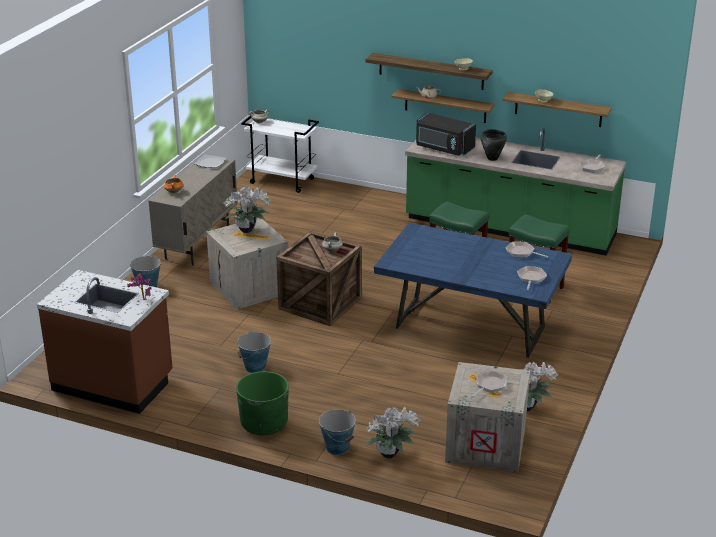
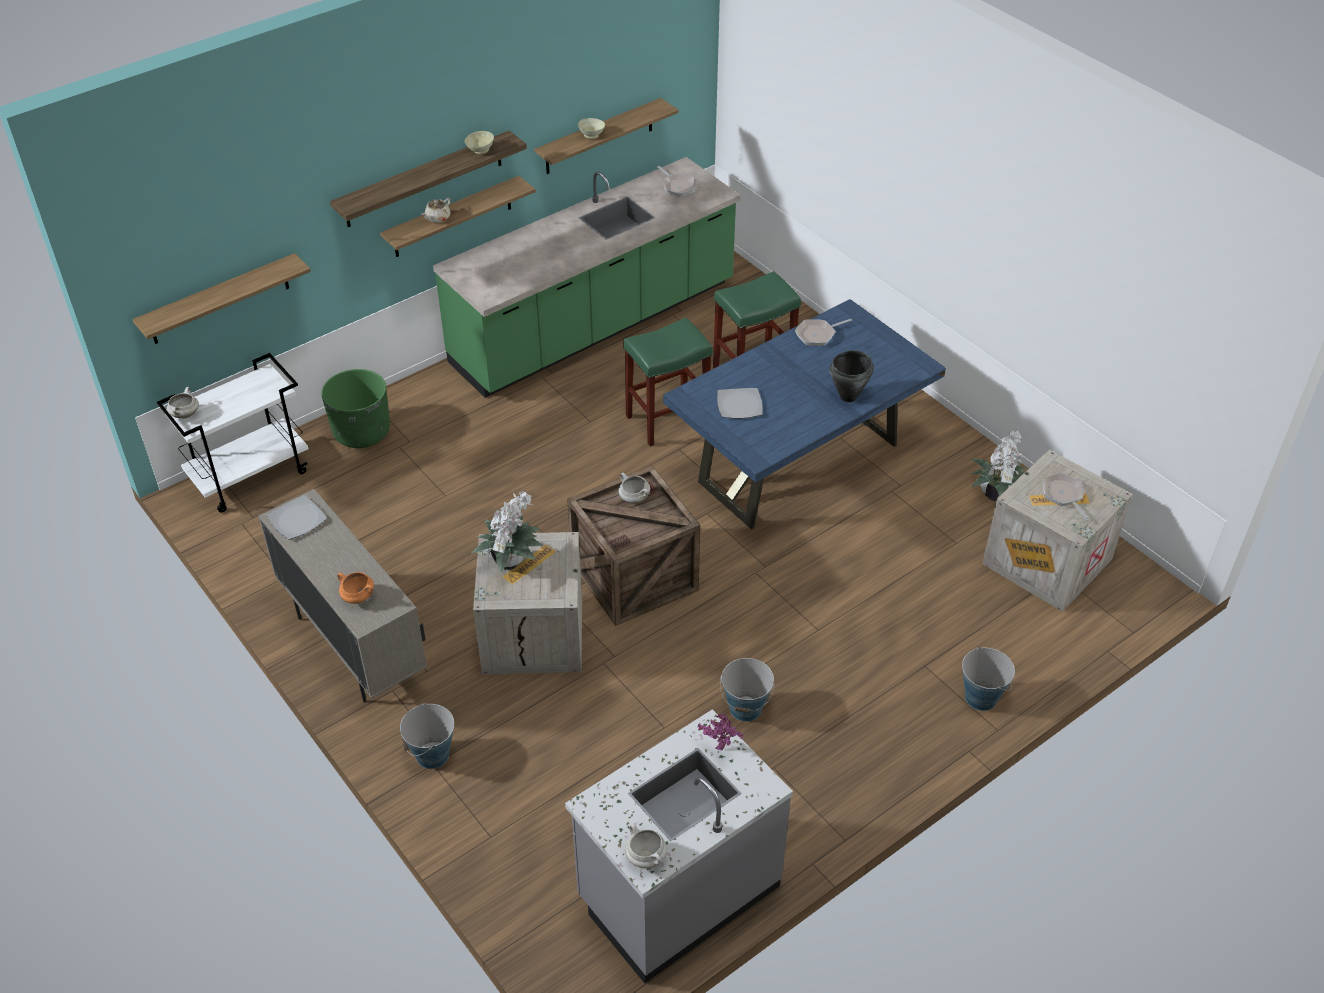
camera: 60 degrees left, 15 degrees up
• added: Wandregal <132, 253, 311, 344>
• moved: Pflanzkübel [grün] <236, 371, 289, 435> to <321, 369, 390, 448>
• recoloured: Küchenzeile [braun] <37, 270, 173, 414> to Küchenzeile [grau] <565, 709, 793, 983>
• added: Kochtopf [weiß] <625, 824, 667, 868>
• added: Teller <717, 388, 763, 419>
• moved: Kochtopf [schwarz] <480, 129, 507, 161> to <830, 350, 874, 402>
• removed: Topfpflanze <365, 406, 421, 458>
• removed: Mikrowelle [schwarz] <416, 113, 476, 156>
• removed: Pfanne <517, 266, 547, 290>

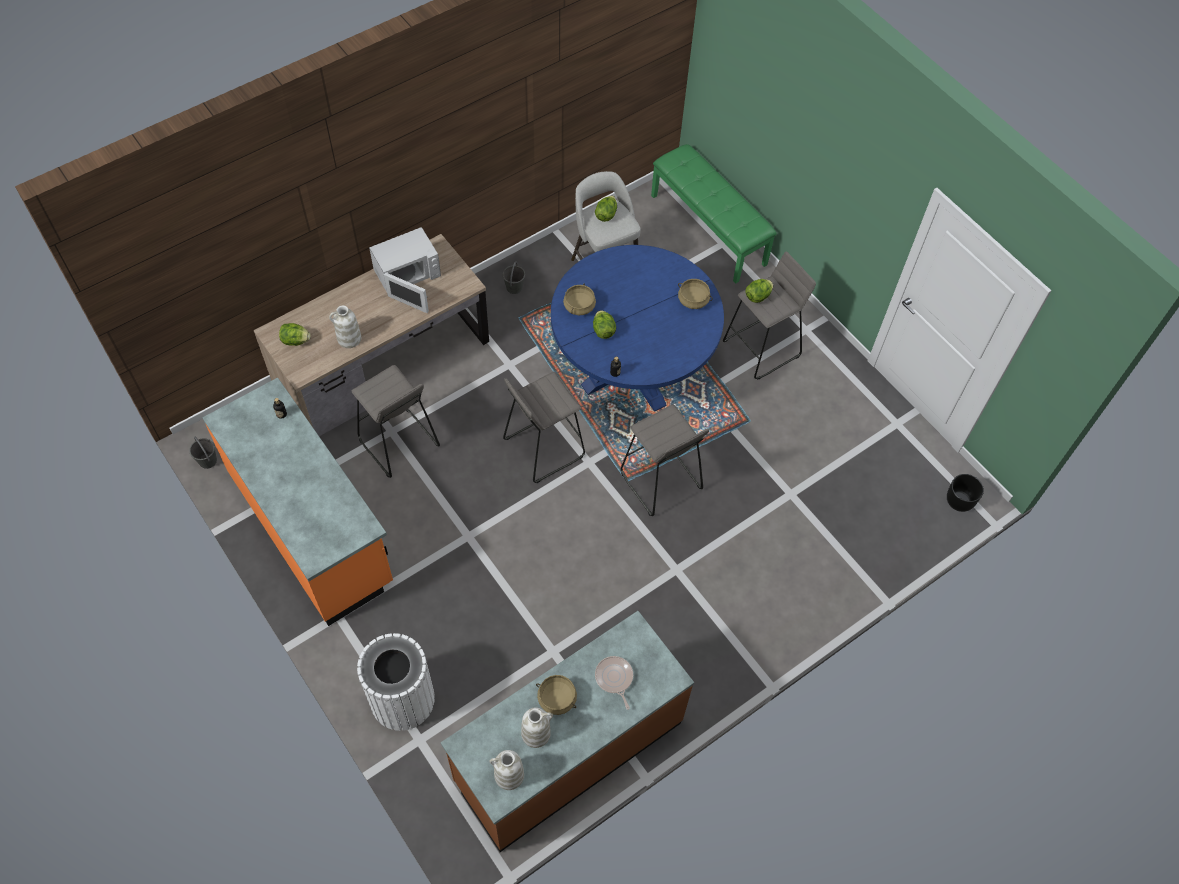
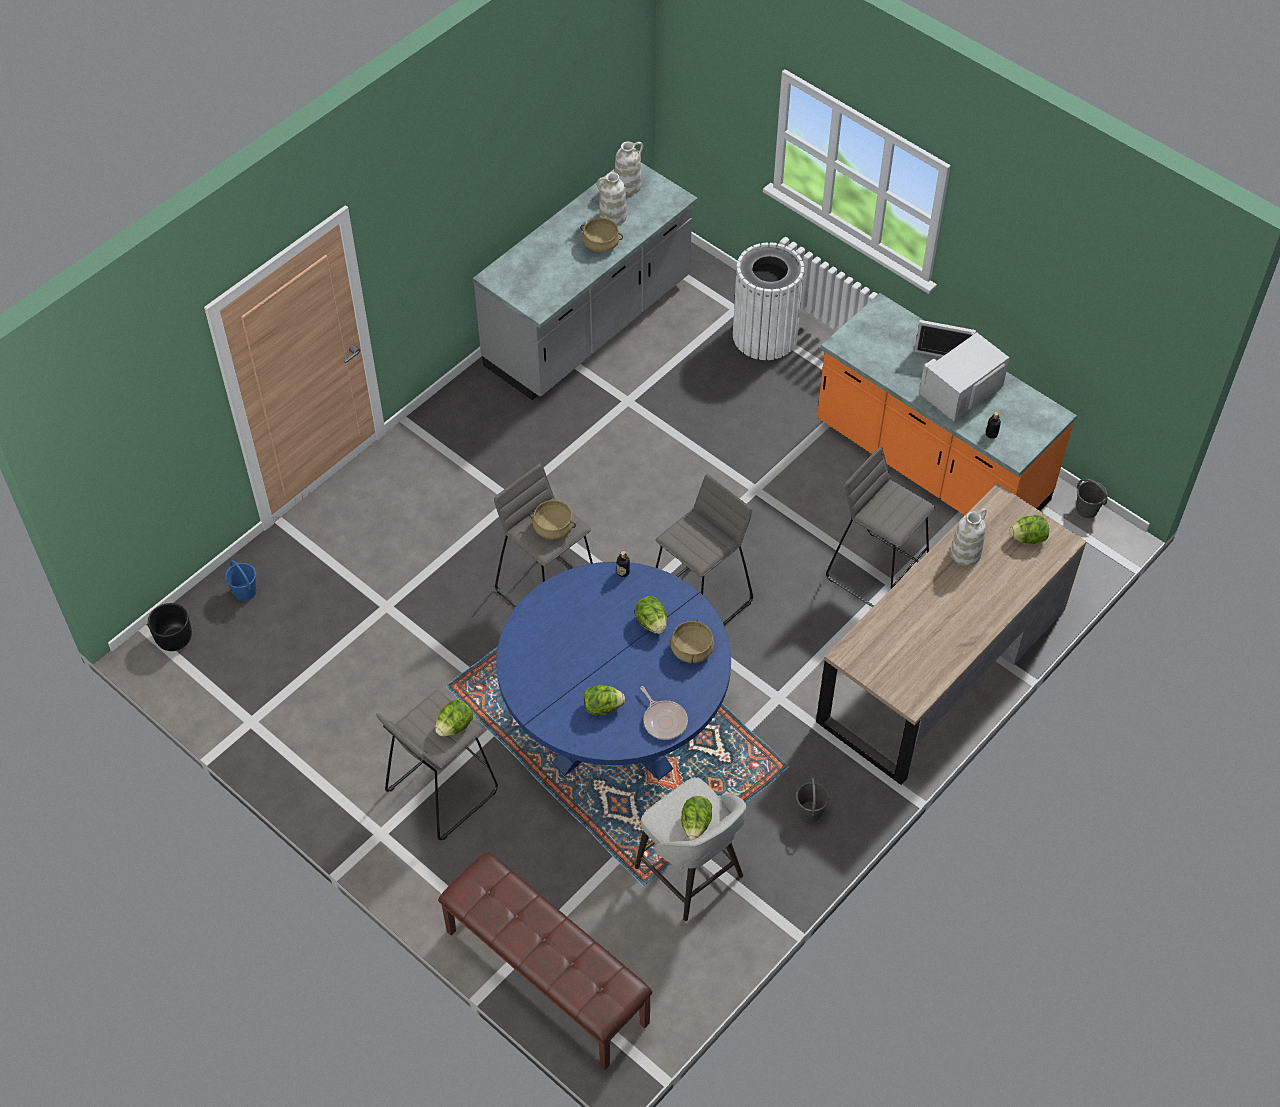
camera: 170 degrees right, 5 degrees down
• added: Eimer [blau] <225, 560, 256, 601>
• recoloured: Bank [grün] <651, 144, 777, 284> to Bank [braun] <438, 852, 652, 1070>
• recoloured: Küchenzeile [braun] <441, 611, 694, 852> to Küchenzeile [grau] <473, 163, 697, 400>
• moved: Kochtopf [beige] <678, 279, 713, 309> to <529, 500, 576, 539>
• added: Salatkopf <584, 685, 625, 715>
• moved: Pfanne <595, 656, 633, 710> to <640, 686, 688, 740>
• moved: Mikrowelle [weiß] <369, 227, 441, 313> to <914, 320, 1010, 422>

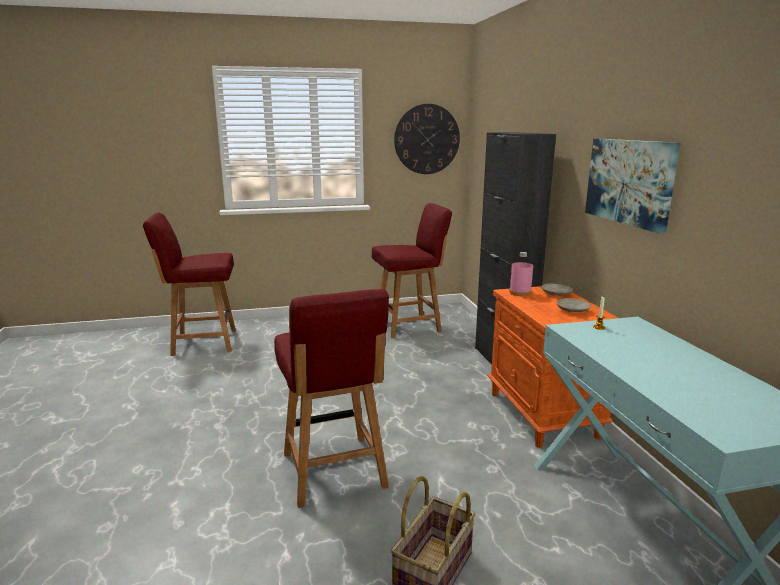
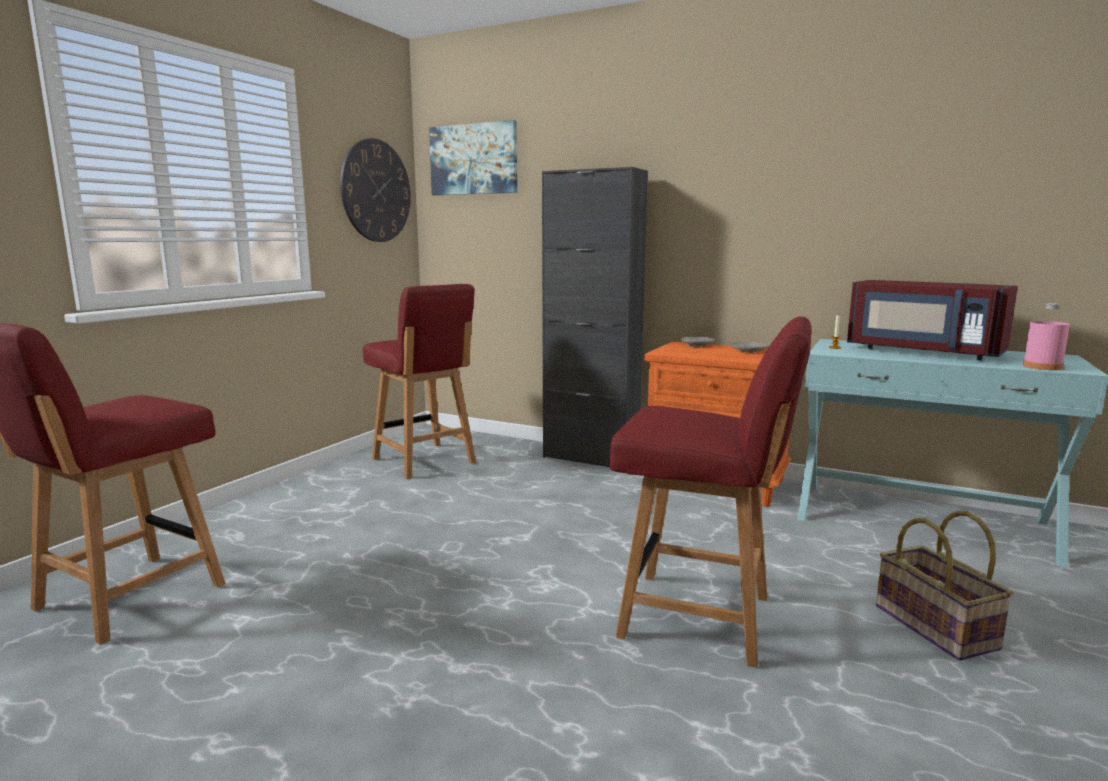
camera: 50 degrees left, 5 degrees down
• turned: Stuhl [rot] <372, 203, 452, 339> = <363, 284, 476, 479> 120 degrees clockwise
• moved: Bild <585, 139, 680, 234> to <429, 120, 517, 195>
• added: Mikrowelle [rot] <847, 280, 1018, 360>
• moved: Flasche [rosa] <509, 252, 533, 296> to <1023, 303, 1070, 370>

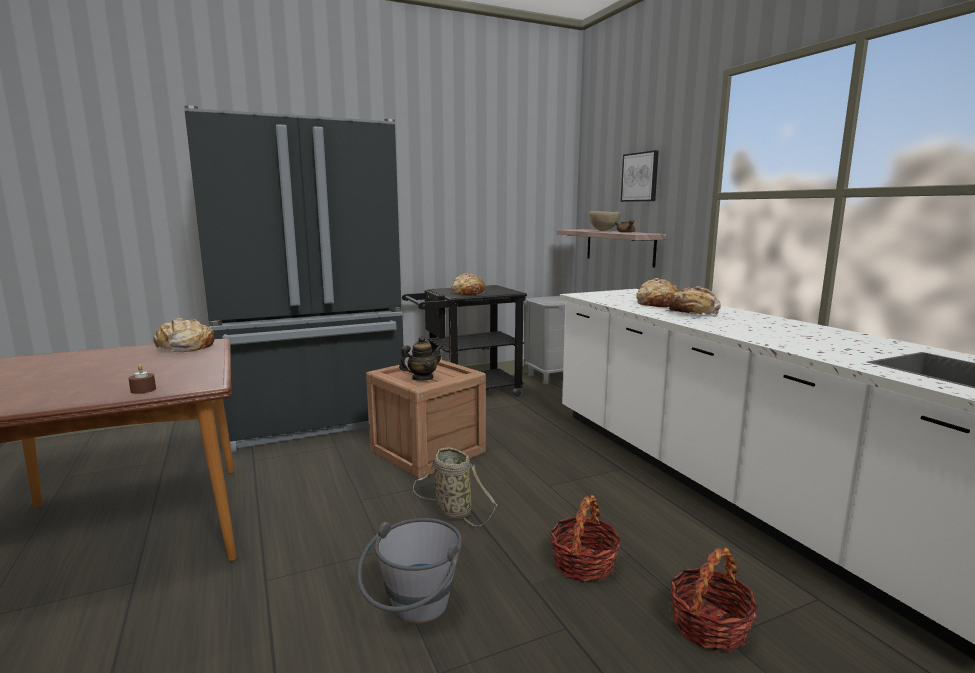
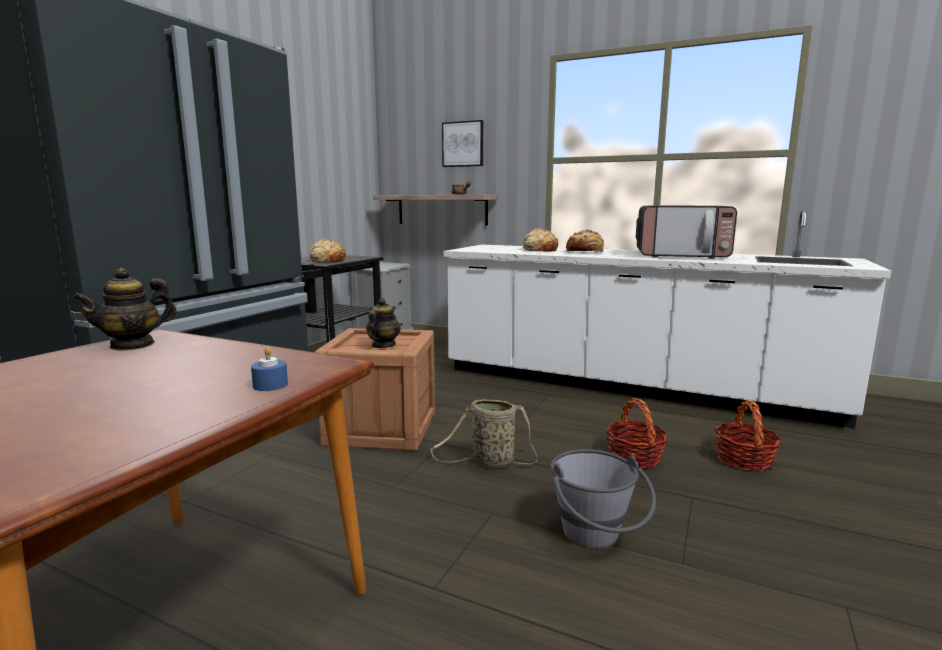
camera: 40 degrees left, 0 degrees up
• replaced: Brot <153, 318, 214, 352> to Teekanne <73, 267, 177, 351>
• recoloured: Kerze [braun] <128, 365, 156, 394> to Kerze [blau] <251, 347, 288, 391>
• added: Mikrowelle <636, 206, 737, 259>
• removed: Schüssel [braun] <588, 211, 620, 231>

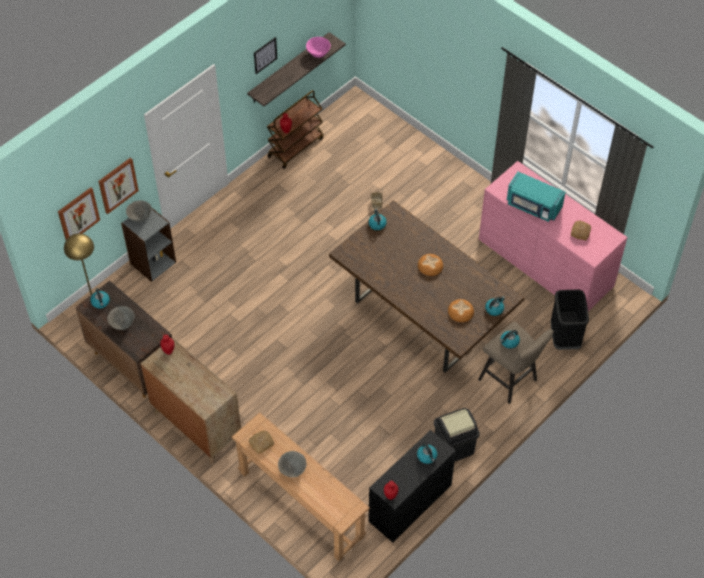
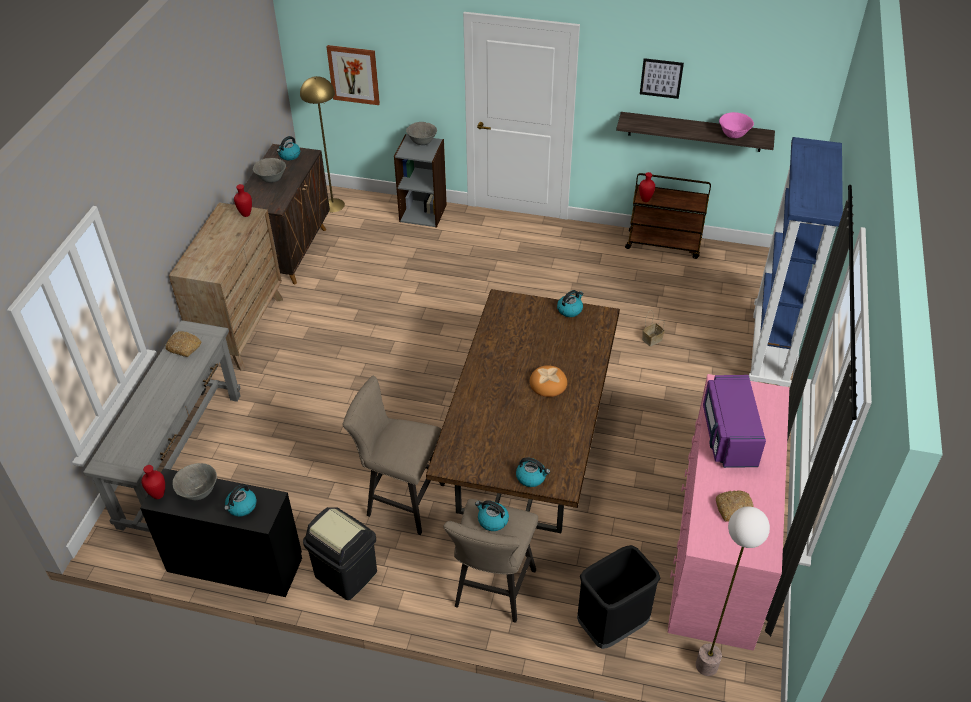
camera: 60 degrees right, 10 degrees down
• recoloured: Konsolentisch [braun] <232, 412, 370, 561> to Konsolentisch [grau] <83, 320, 241, 532>
• moved: Schüssel [grau] <278, 451, 306, 477> to <172, 463, 217, 500>
• added: Hocker [beige] <343, 376, 445, 535>
• added: Stehlampe <696, 506, 770, 676>
• recoloured: Mikrowelle [türkis] <507, 172, 565, 222> to Mikrowelle [lila] <703, 375, 766, 468>
• added: Bücherregal [blau] <749, 137, 843, 387>
• removed: Bild <98, 157, 139, 214>
• removed: Brot <448, 299, 474, 322>

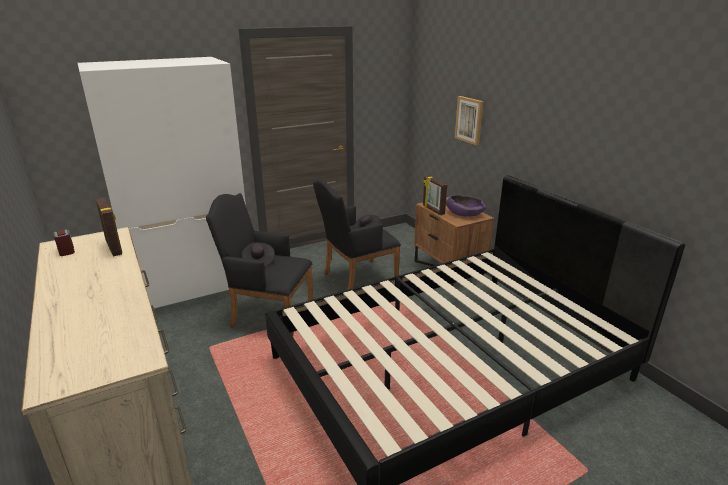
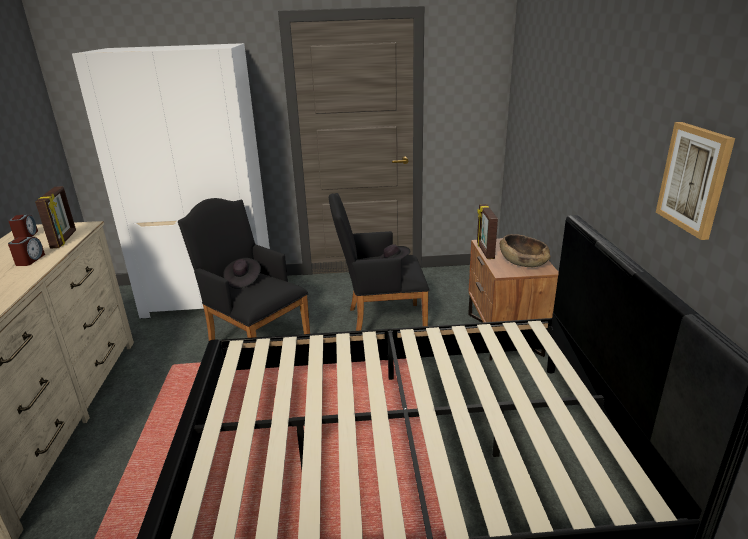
camera: 25 degrees right, 0 degrees up
• added: Wecker <8, 237, 45, 266>
• recoloured: Schüssel [lila] <446, 195, 486, 217> to Schüssel [braun] <500, 234, 551, 267>
• moved: Bild <455, 96, 483, 145> to <656, 122, 735, 240>

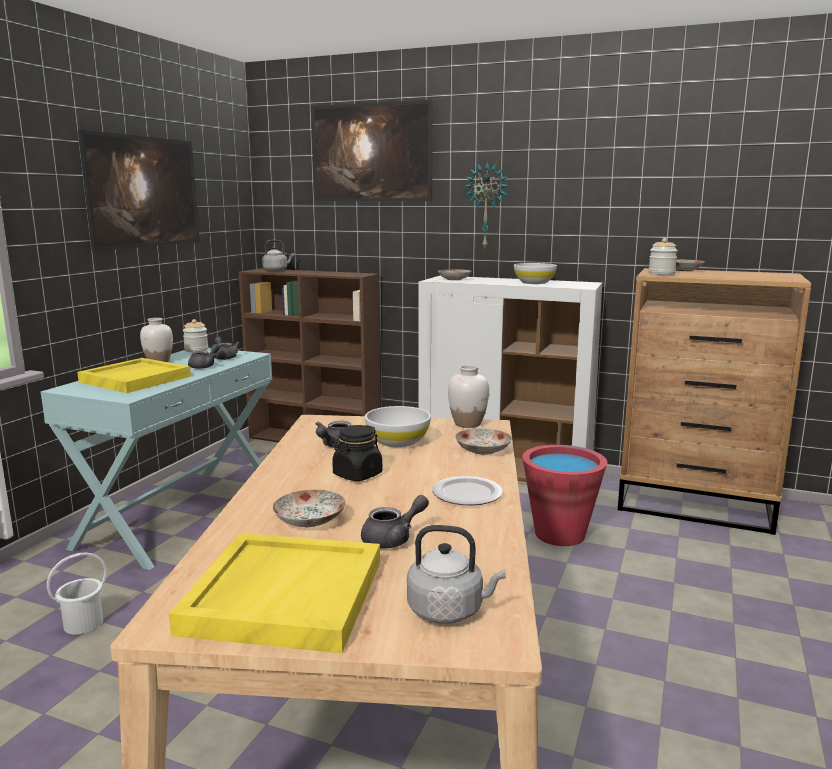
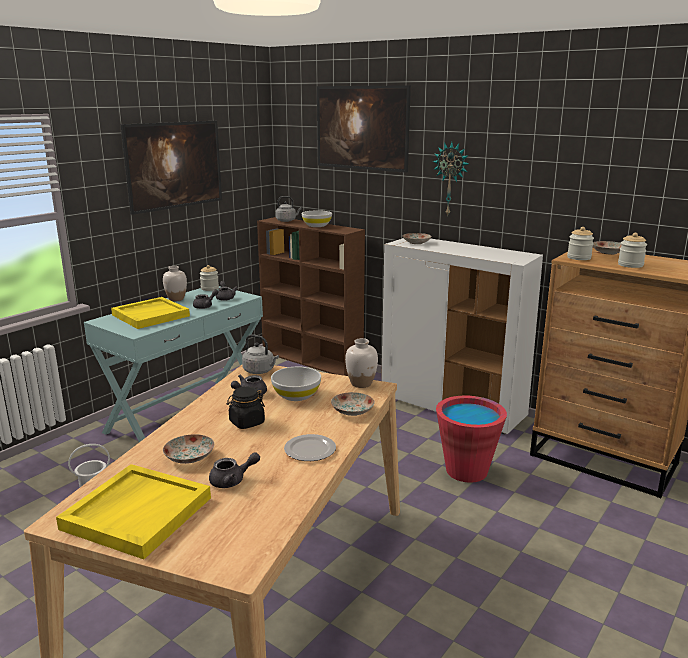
camera: 15 degrees right, 5 degrees up
• moved: Wasserkessel [grau] <407, 525, 506, 624> to <242, 335, 279, 374>
• moved: Schüssel [weiß] <514, 263, 557, 284> to <302, 210, 332, 227>
• added: Vorratsglas <618, 233, 647, 268>

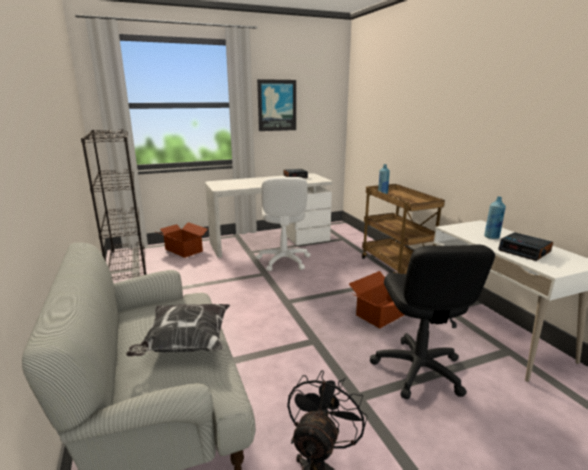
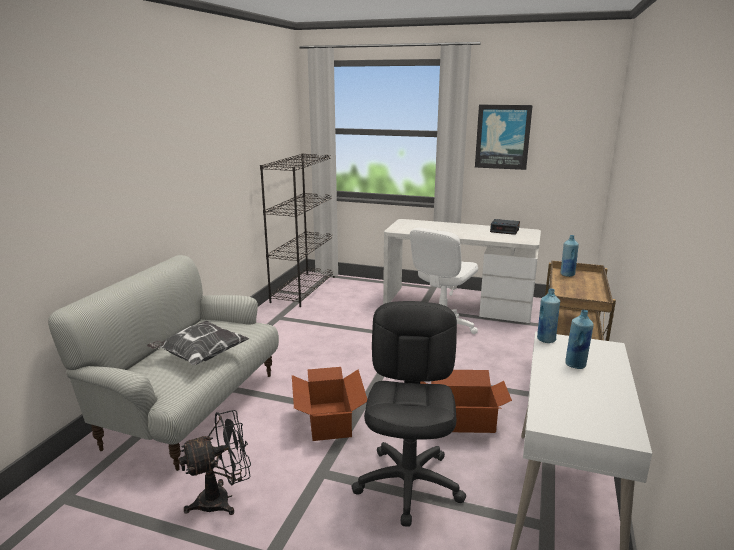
camera: 40 degrees right, 0 degrees up
• moved: Karton <157, 222, 208, 258> to <292, 367, 367, 441>
• turned: Bürostuhl [schwarz] <370, 245, 495, 399> = <351, 301, 466, 527> 150 degrees clockwise
• added: Flasche [blau] <537, 289, 560, 343>
• removed: Wecker <498, 232, 553, 261>

